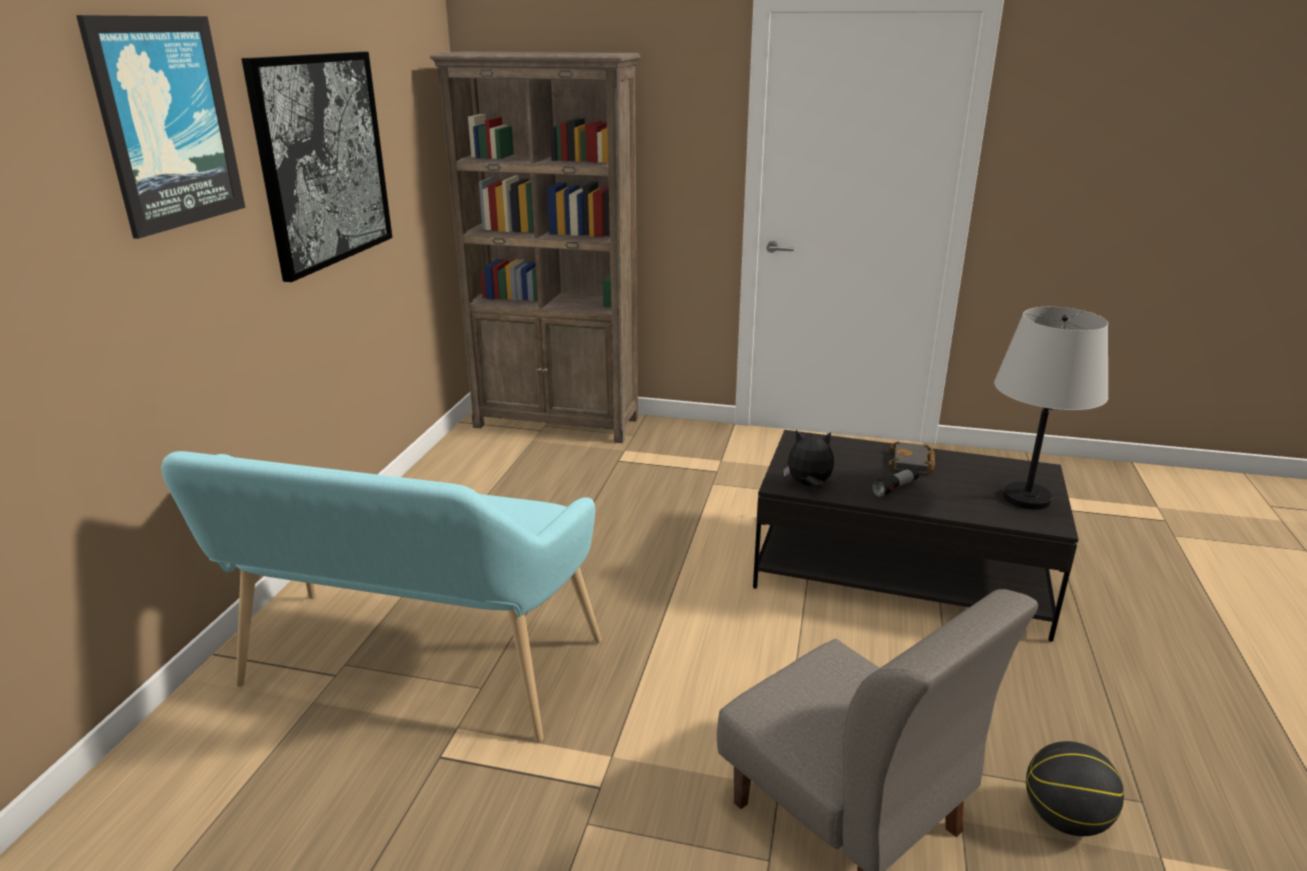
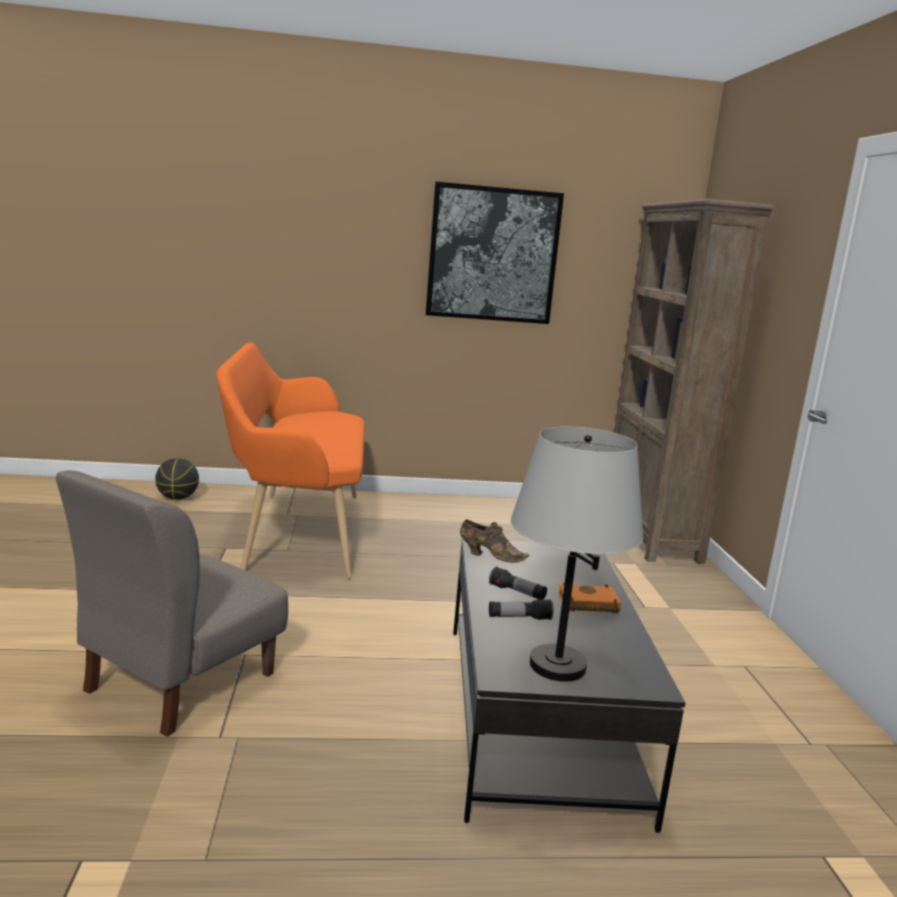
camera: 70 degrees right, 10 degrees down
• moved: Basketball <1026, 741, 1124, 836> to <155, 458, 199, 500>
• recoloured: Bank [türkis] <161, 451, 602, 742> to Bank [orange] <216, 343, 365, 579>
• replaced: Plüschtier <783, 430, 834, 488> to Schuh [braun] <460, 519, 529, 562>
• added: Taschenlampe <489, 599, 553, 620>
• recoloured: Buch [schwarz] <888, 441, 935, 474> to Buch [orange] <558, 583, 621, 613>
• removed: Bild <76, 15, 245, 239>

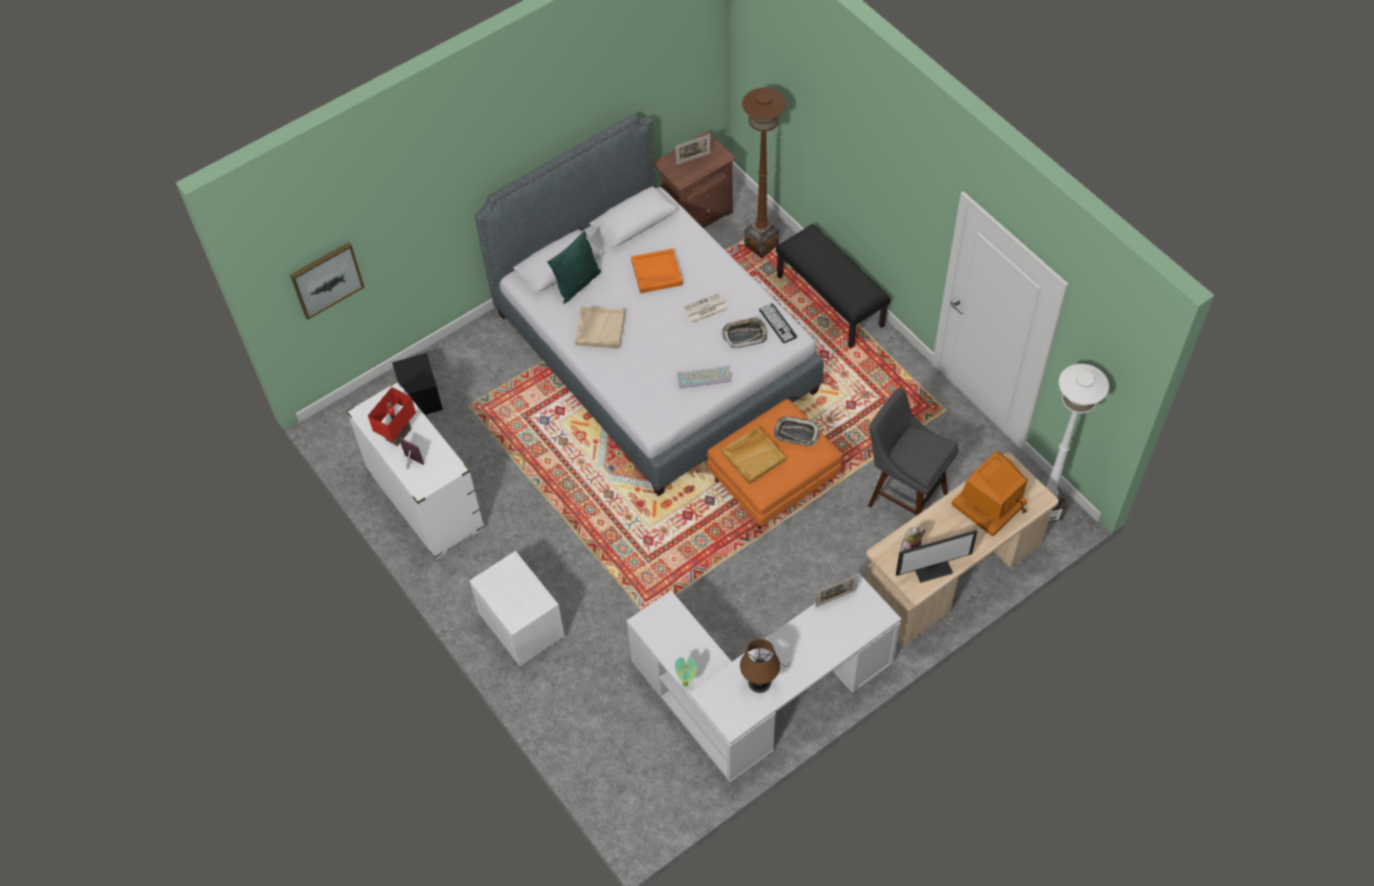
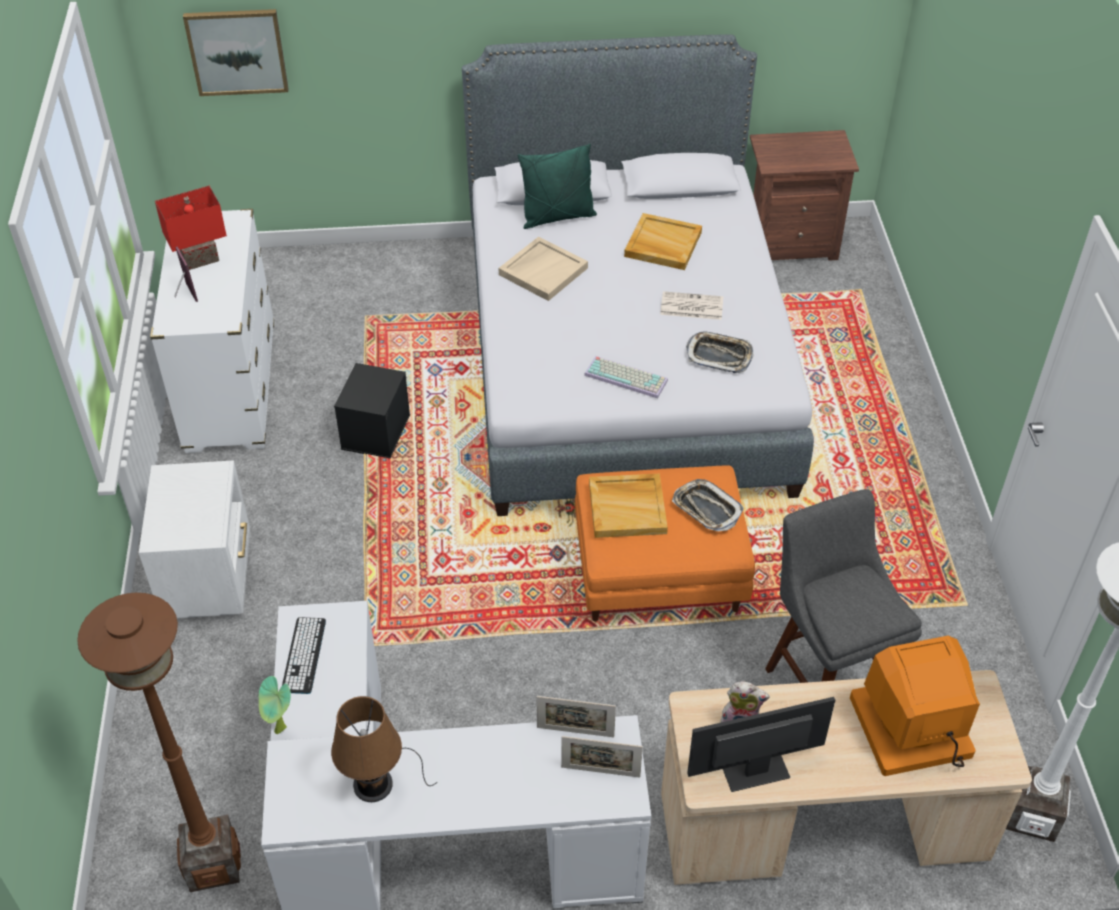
camera: 30 degrees right, 10 degrees down
• moved: Stehlampe [braun] <742, 87, 786, 258> to <77, 593, 241, 892>
• moved: Tastatur <759, 303, 797, 343> to <282, 617, 326, 694>
• moved: Aufbewahrungsbox [schwarz] <392, 353, 443, 415> to <334, 363, 410, 458>
• moved: Bilderrahmen <675, 134, 711, 165> to <561, 736, 643, 778>
• recoloured: Tablett [orange] <631, 248, 683, 293> to Tablett [beige] <624, 213, 702, 270>
• turned: Monitor <896, 530, 977, 583> = <687, 697, 835, 792> 150 degrees clockwise
• removed: Bank [schwarz] <776, 224, 890, 348>

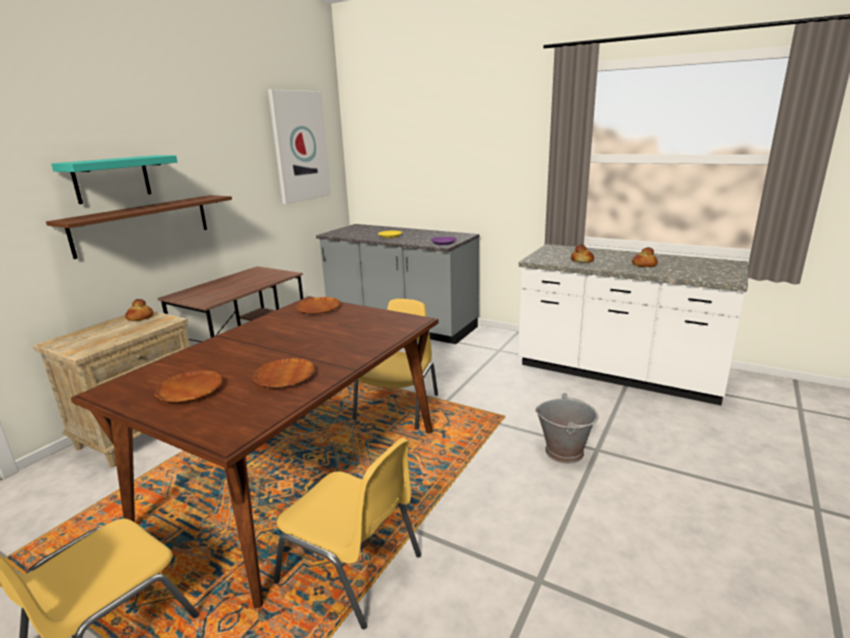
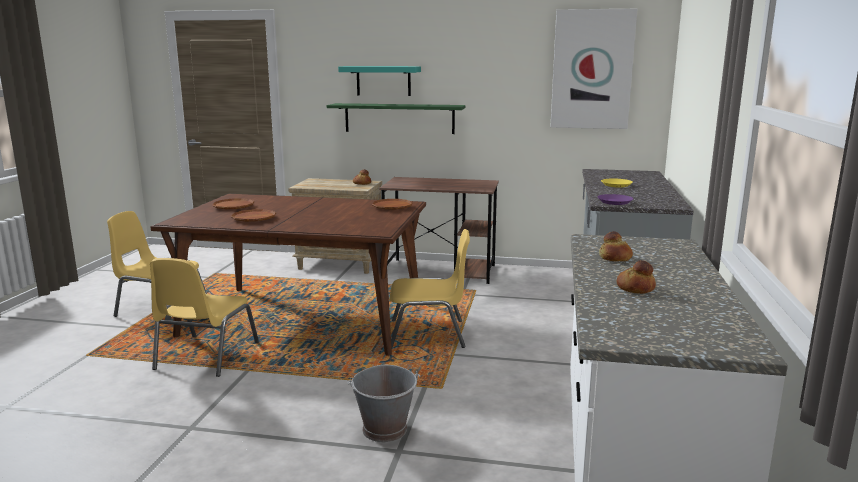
camera: 70 degrees right, 5 degrees down
• recoloured: Wandregal [braun] <46, 195, 232, 259> to Wandregal [grün] <327, 103, 466, 134>

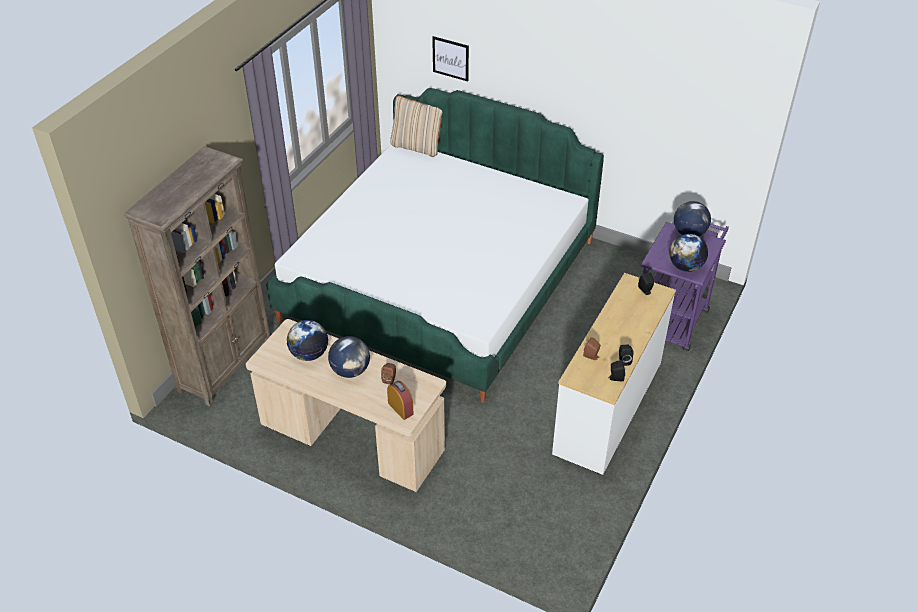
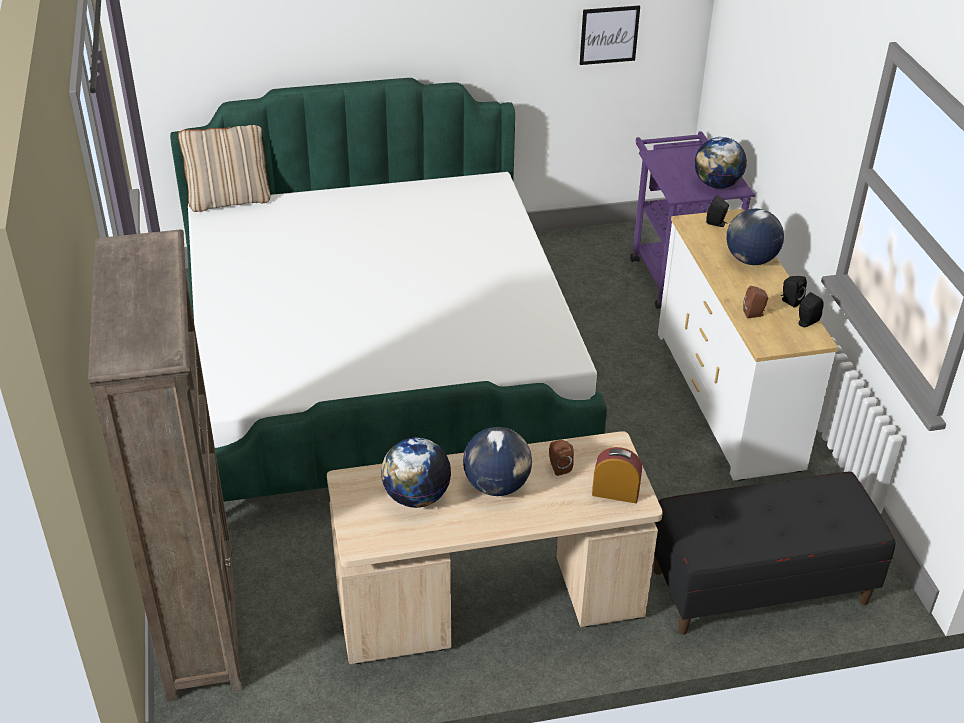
camera: 40 degrees left, 5 degrees down
• moved: Bild <432, 36, 469, 82> to <580, 5, 640, 65>
• added: Bank [schwarz] <654, 472, 895, 635>
• moved: Globus <674, 201, 711, 236> to <726, 209, 784, 265>

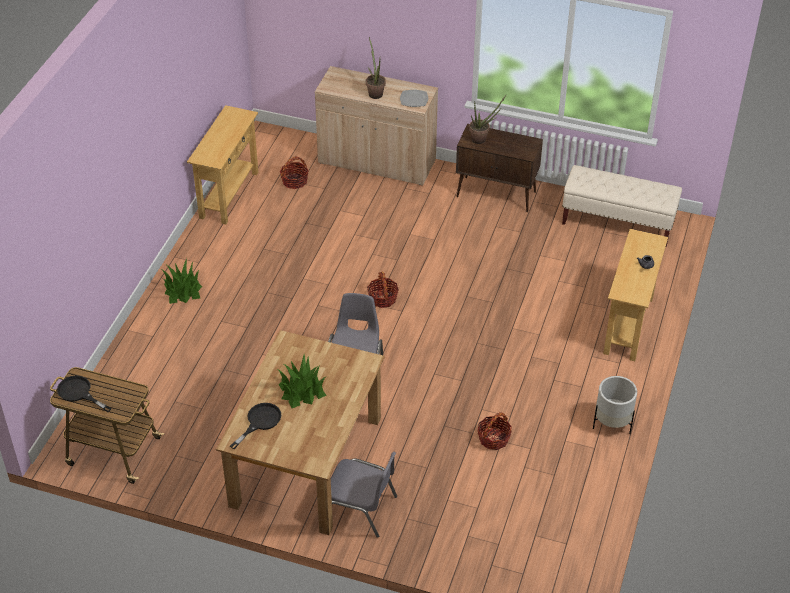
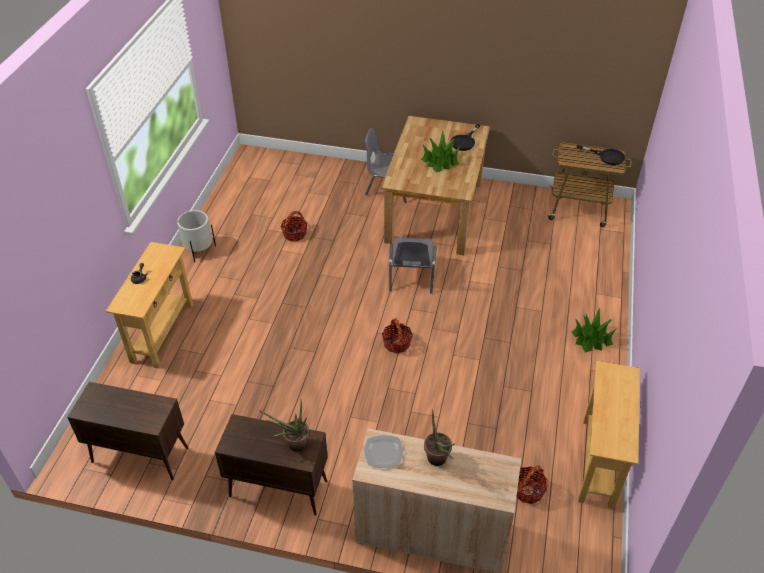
camera: 175 degrees right, 0 degrees up
• replaced: Bank [beige] <562, 165, 682, 247> to Schrank [braun] <67, 382, 188, 480>

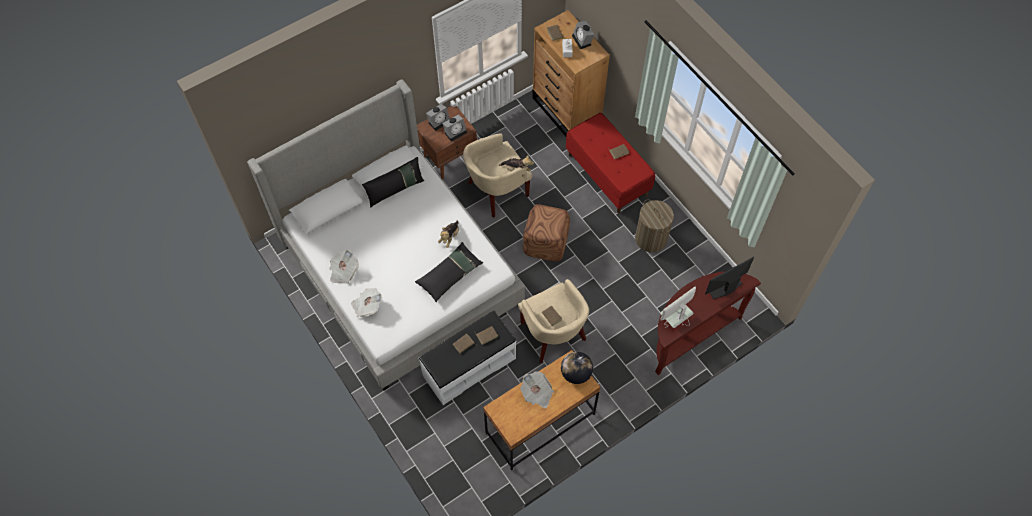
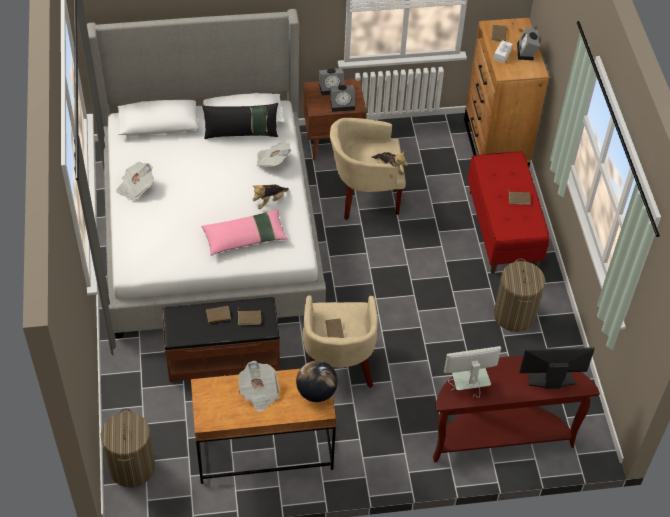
camera: 25 degrees right, 10 degrees down
• added: Wäschekorb <101, 409, 155, 487>
• recoloured: Bank [weiß] <418, 311, 516, 405> to Bank [braun] <162, 297, 280, 382>
• recoloured: Kissen [schwarz] <415, 242, 483, 302> to Kissen [rosa] <201, 209, 288, 256>
• moved: Zeitung <351, 288, 382, 317> to <256, 143, 291, 167>
• removed: Polsterhocker [braun] <523, 204, 570, 261>

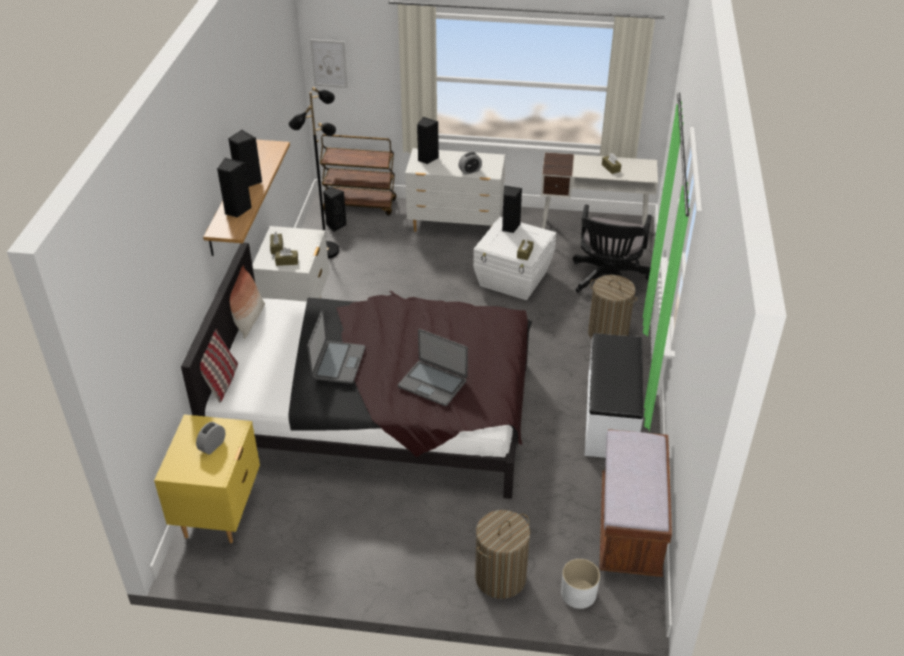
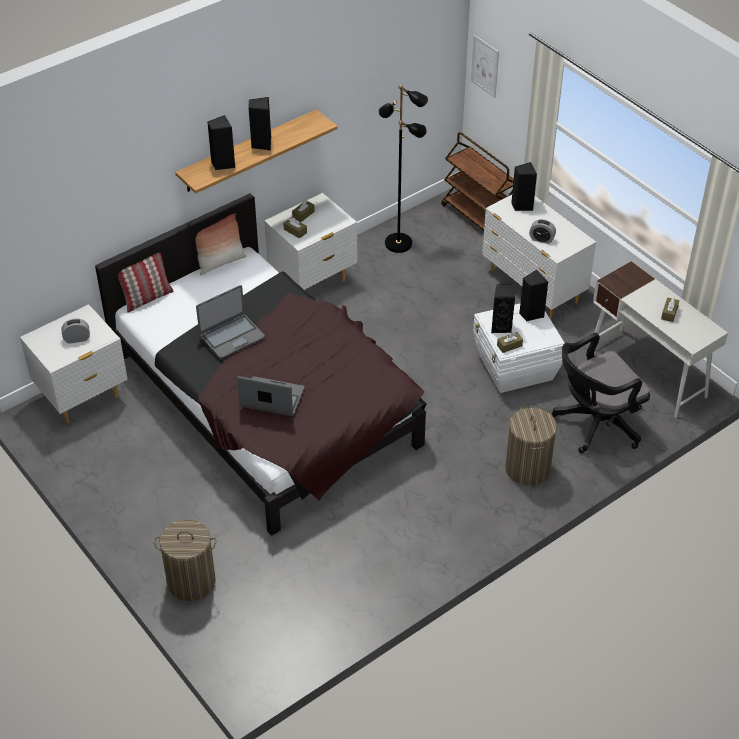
camera: 45 degrees right, 5 degrees up
• recoloured: Nachttisch [gelb] <154, 414, 260, 543> to Nachttisch [weiß] <20, 304, 128, 423>
• turned: Laptop <398, 329, 468, 406> = <237, 376, 304, 416> 120 degrees clockwise
• moved: Lautsprecher [schwarz] <323, 187, 346, 232> to <491, 284, 515, 333>
• removed: Pflanzkübel [weiß] <561, 559, 600, 609>
• removed: Bank [weiß] <584, 333, 643, 458>
• removed: Bank [braun] <599, 429, 672, 577>

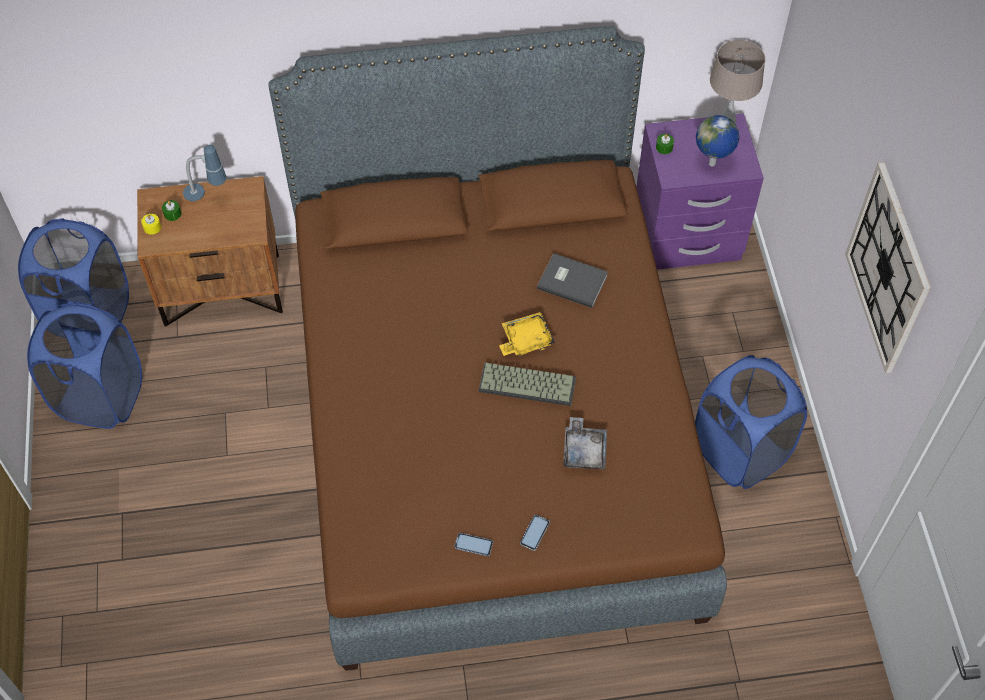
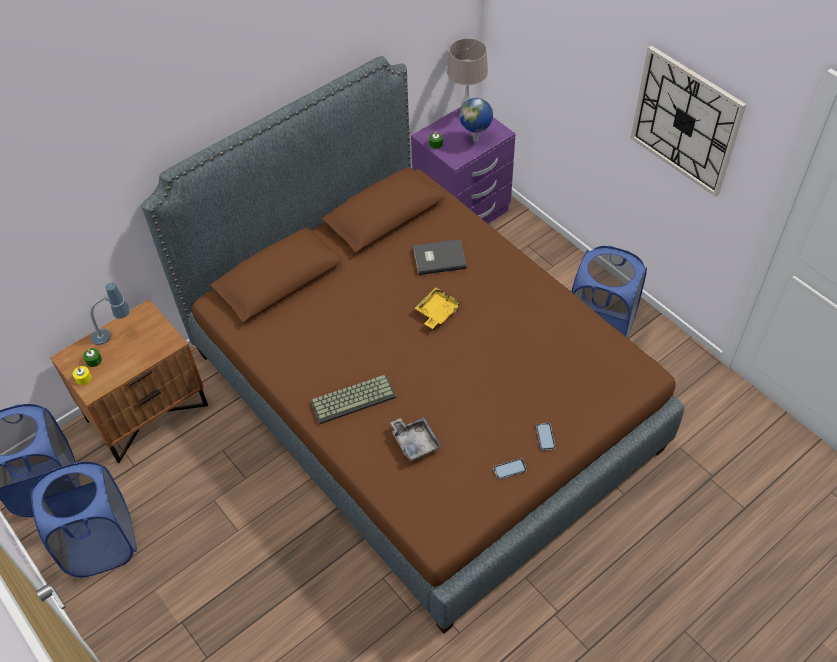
camera: 30 degrees left, 5 degrees down
• moved: Tastatur <478, 363, 576, 406> to <310, 375, 397, 424>
• moved: Tablett [grau] <563, 417, 607, 469> to <390, 417, 442, 462>

